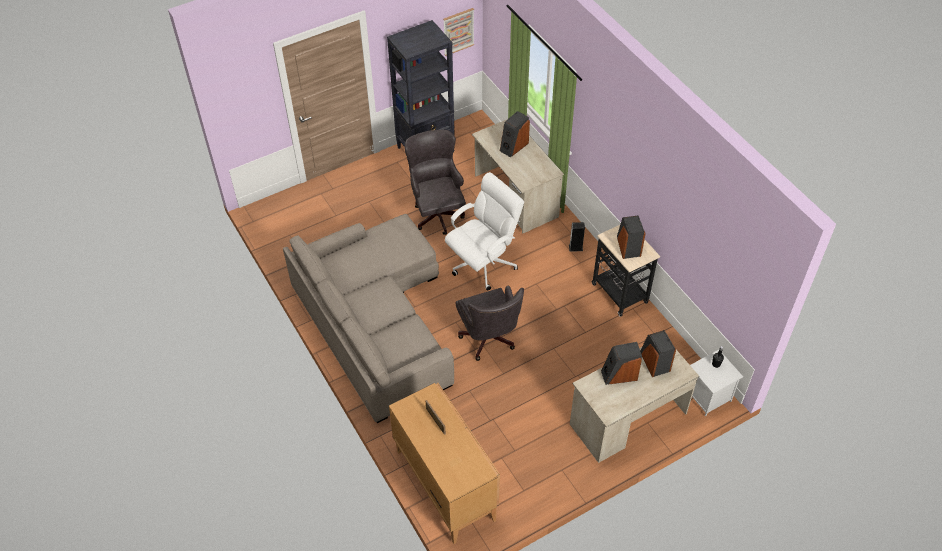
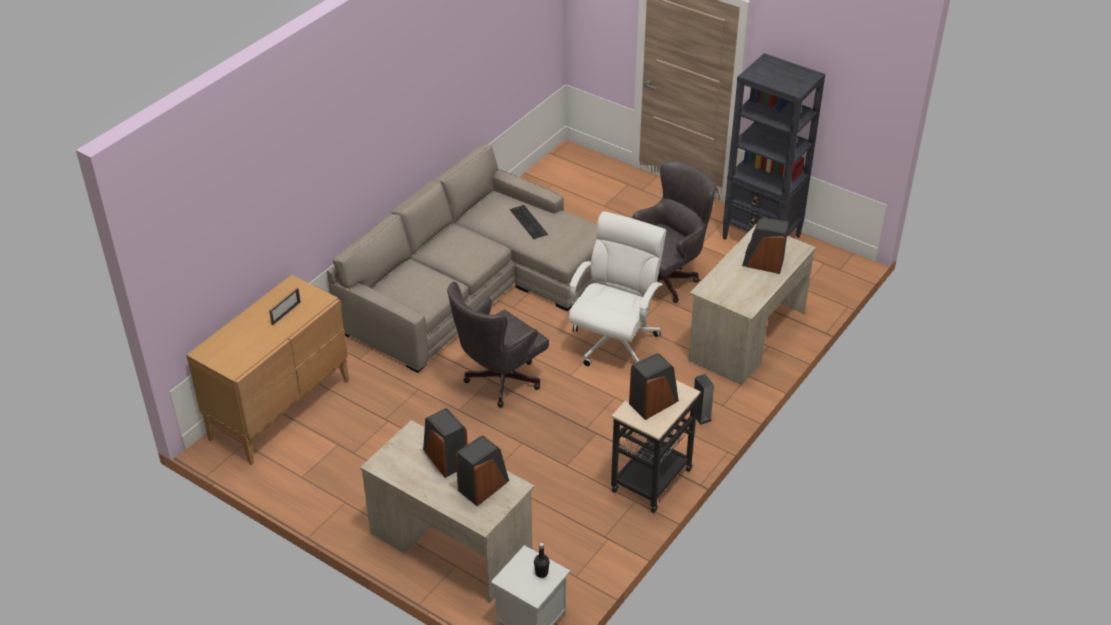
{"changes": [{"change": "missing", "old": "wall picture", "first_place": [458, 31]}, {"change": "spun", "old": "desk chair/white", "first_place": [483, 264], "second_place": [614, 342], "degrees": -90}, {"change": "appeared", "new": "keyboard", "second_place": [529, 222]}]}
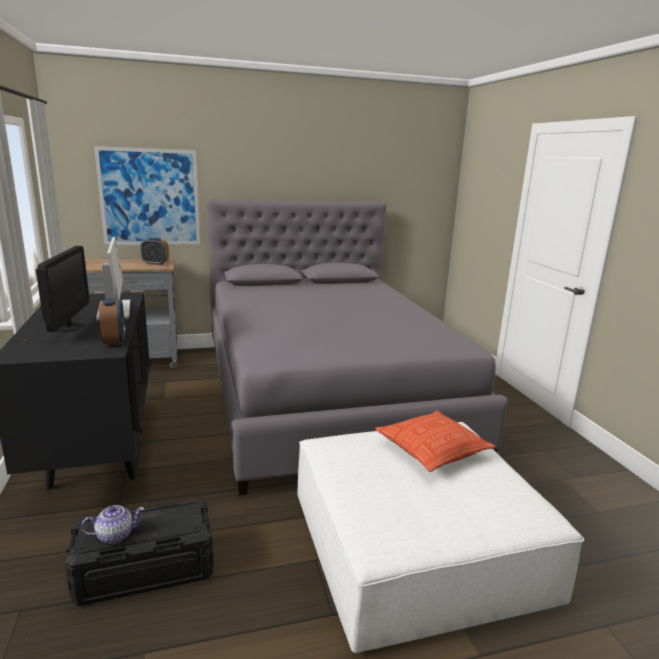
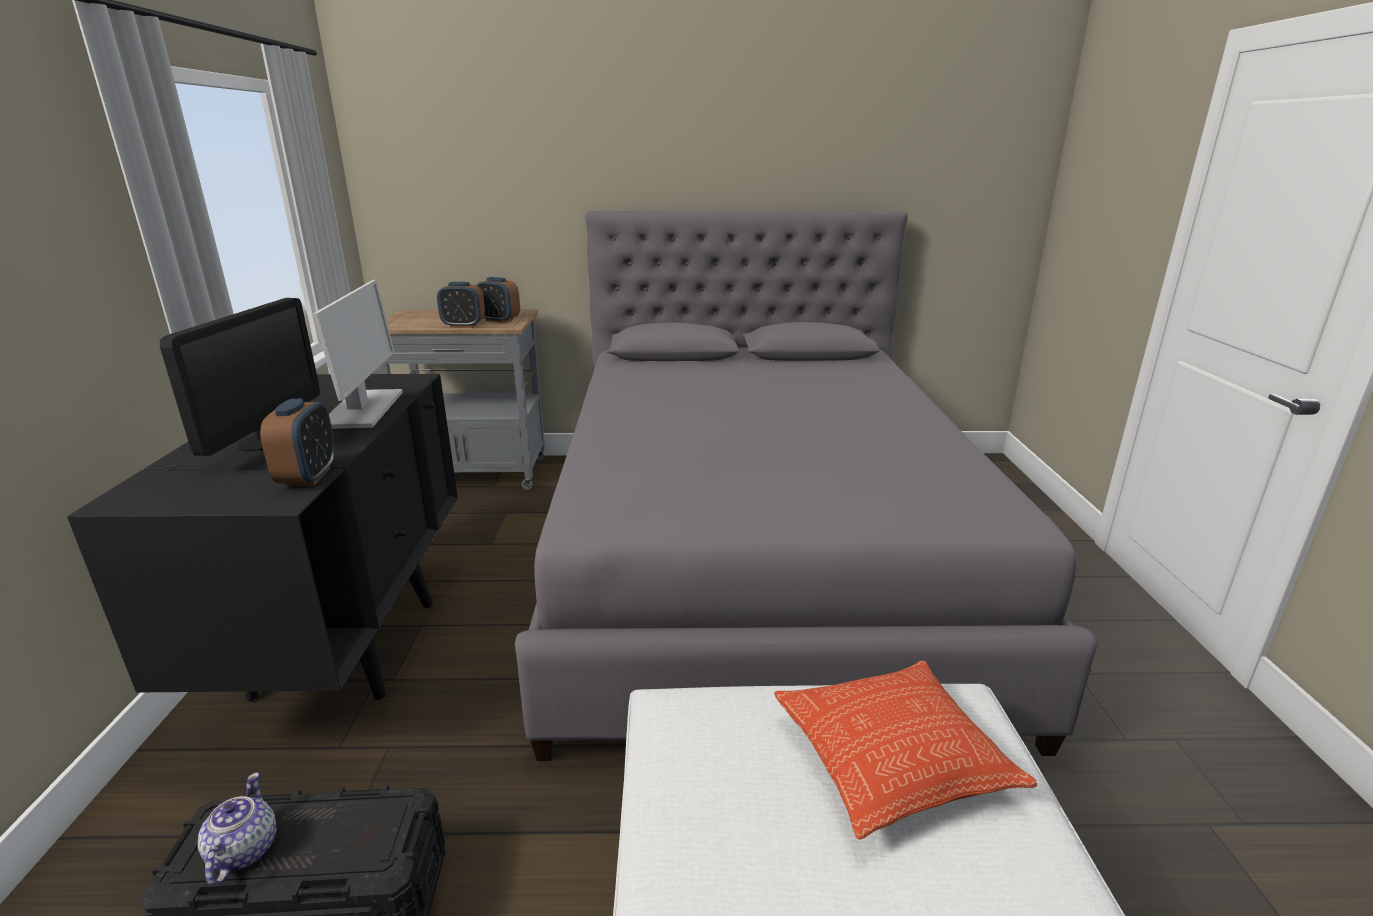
{"changes": [{"change": "spun", "old": "pot for tea", "first_place": [114, 535], "second_place": [242, 851], "degrees": -90}, {"change": "missing", "old": "wall picture", "first_place": [150, 197]}, {"change": "appeared", "new": "bedside clock", "second_place": [463, 325]}]}
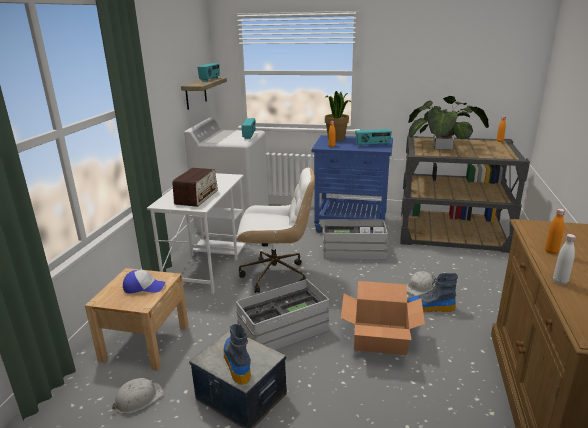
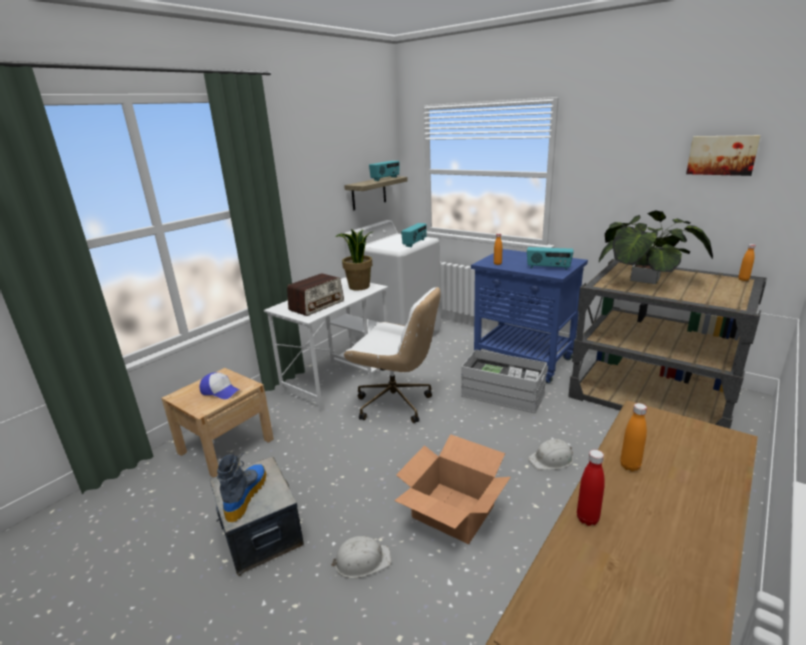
{"changes": [{"change": "relocated", "old": "work helmet/white", "first_place": [138, 399], "second_place": [362, 561]}, {"change": "missing", "old": "storage bin/greyish", "first_place": [283, 331]}, {"change": "relocated", "old": "plant in a pot", "first_place": [336, 139], "second_place": [359, 287]}, {"change": "missing", "old": "boot", "first_place": [430, 308]}, {"change": "colour", "old": "bottle/white", "new": "bottle/red", "first_place": [560, 282], "second_place": [587, 519]}, {"change": "appeared", "new": "wall picture", "second_place": [722, 155]}]}
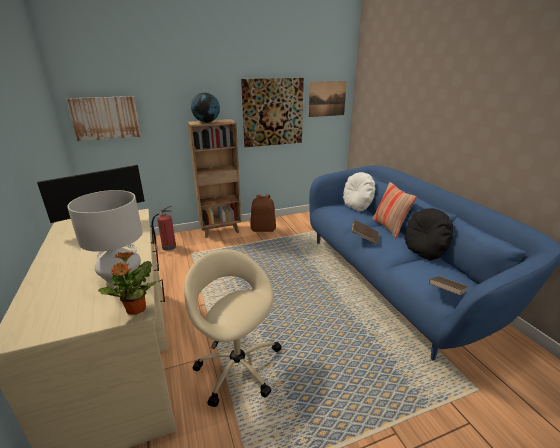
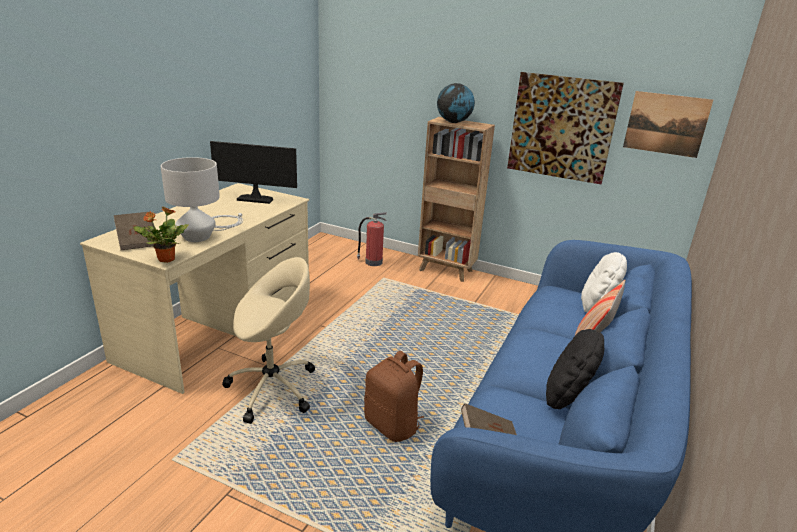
{"changes": [{"change": "missing", "old": "wall picture", "first_place": [106, 118]}, {"change": "spun", "old": "desk chair/beige-coloured", "first_place": [237, 367], "second_place": [274, 388], "degrees": 90}, {"change": "relocated", "old": "knapsack/brownish", "first_place": [263, 229], "second_place": [393, 425]}, {"change": "relocated", "old": "volume/brownish", "first_place": [364, 238], "second_place": [137, 241]}]}
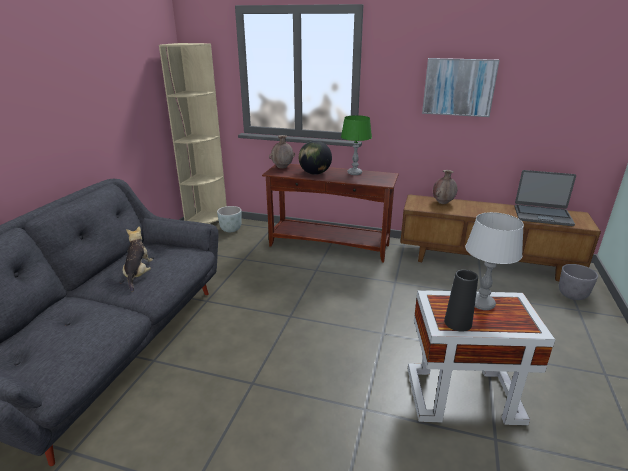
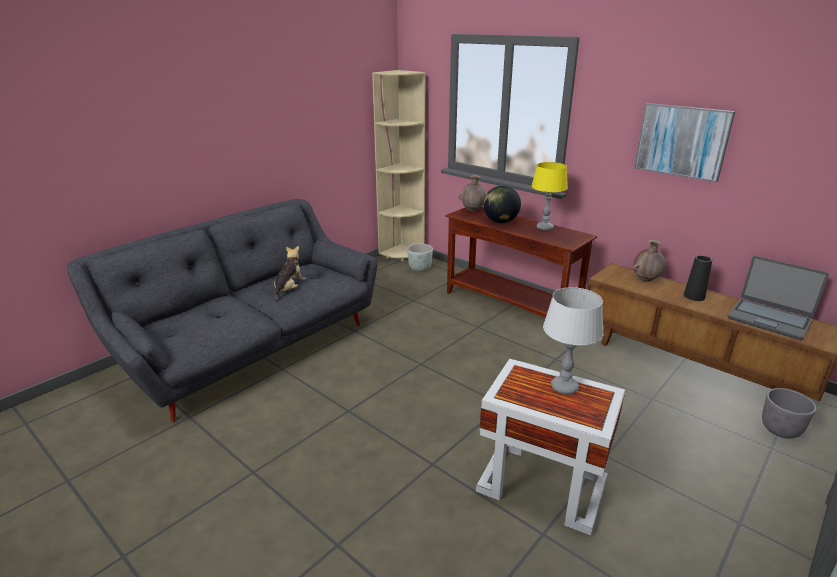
{"changes": [{"change": "colour", "old": "tabletop lamp/green", "new": "tabletop lamp/yellow", "first_place": [354, 173], "second_place": [544, 228]}, {"change": "relocated", "old": "vase/black", "first_place": [458, 323], "second_place": [694, 296]}]}
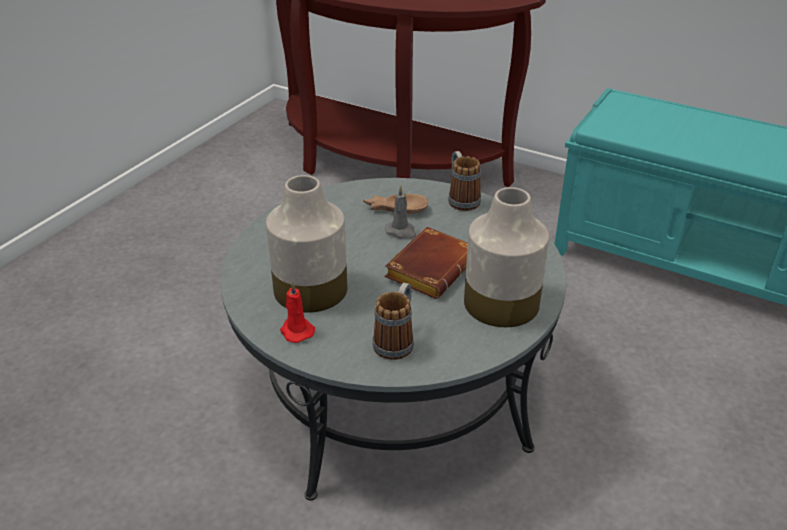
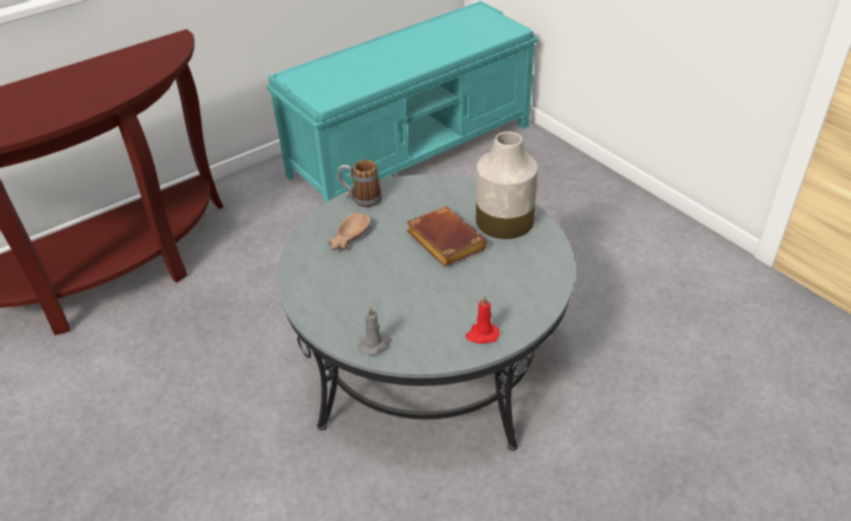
{"changes": [{"change": "missing", "old": "vase/beige-coloured", "first_place": [311, 288]}, {"change": "missing", "old": "mug", "first_place": [397, 341]}, {"change": "relocated", "old": "wax candle/greyish", "first_place": [401, 232], "second_place": [375, 344]}]}
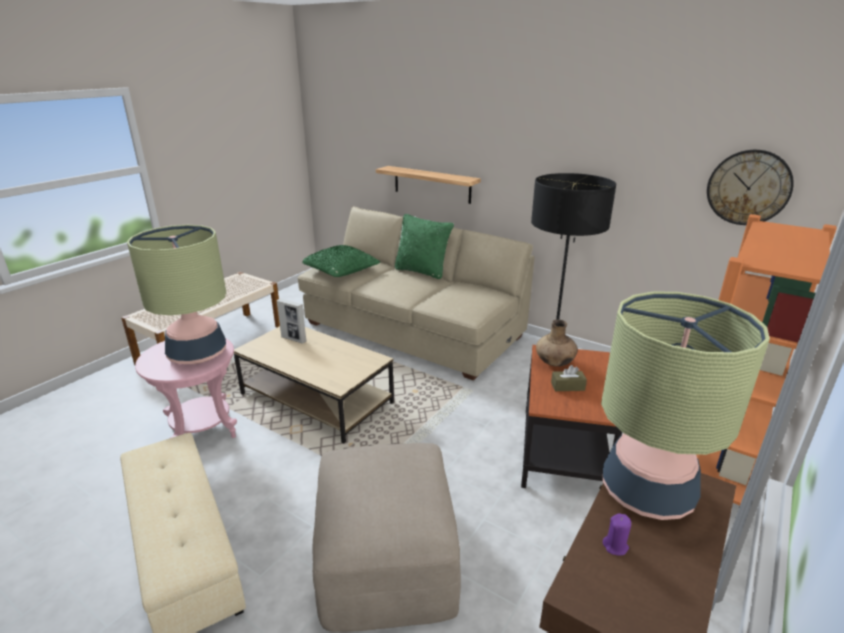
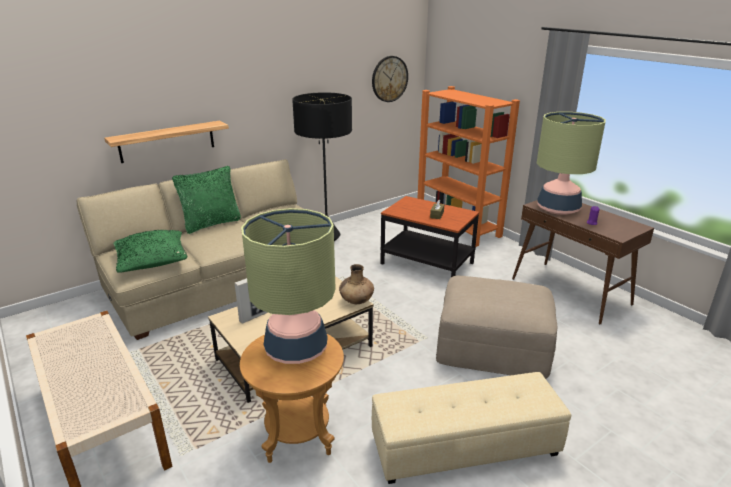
{"changes": [{"change": "colour", "old": "end table/pinkish", "new": "end table/brownish", "first_place": [202, 430], "second_place": [298, 434]}, {"change": "relocated", "old": "vase/brownish", "first_place": [554, 363], "second_place": [356, 301]}]}
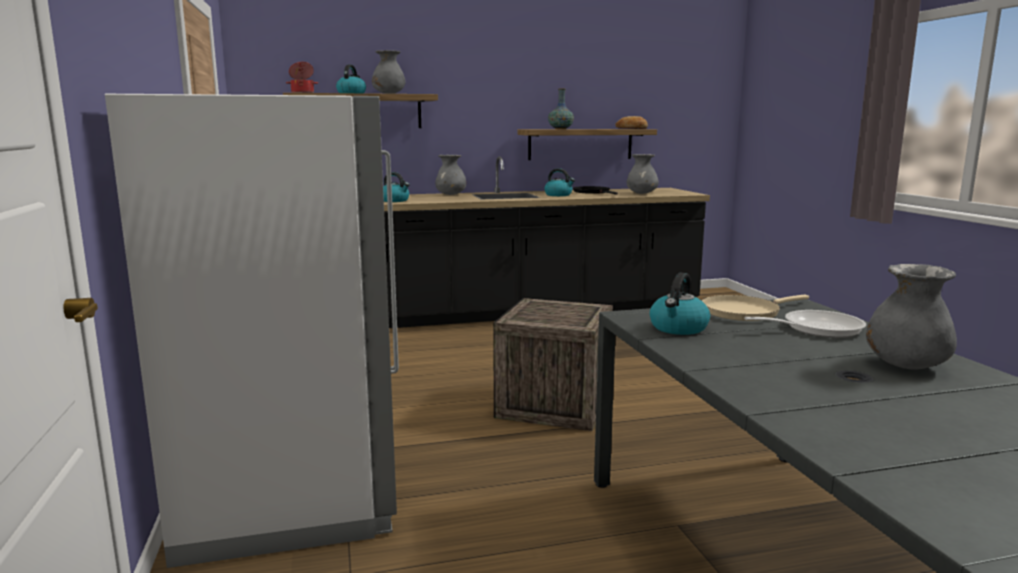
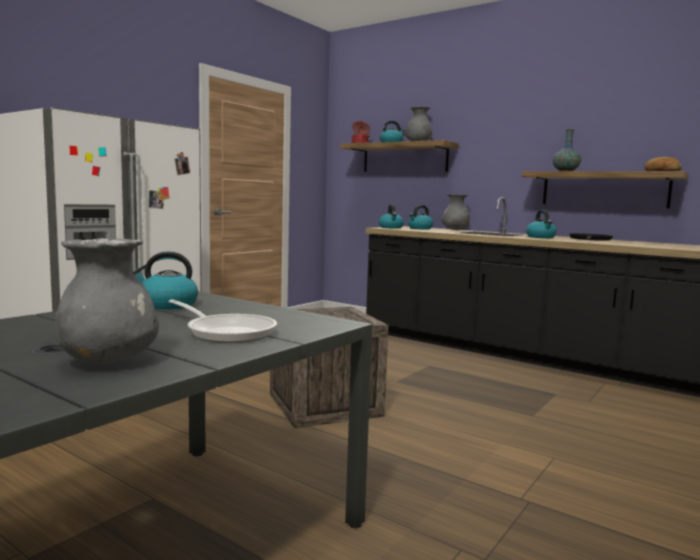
{"changes": [{"change": "missing", "old": "vase/greyish", "first_place": [642, 193]}, {"change": "missing", "old": "frying pan/beige-coloured", "first_place": [743, 312]}, {"change": "appeared", "new": "kettle", "second_place": [420, 228]}]}
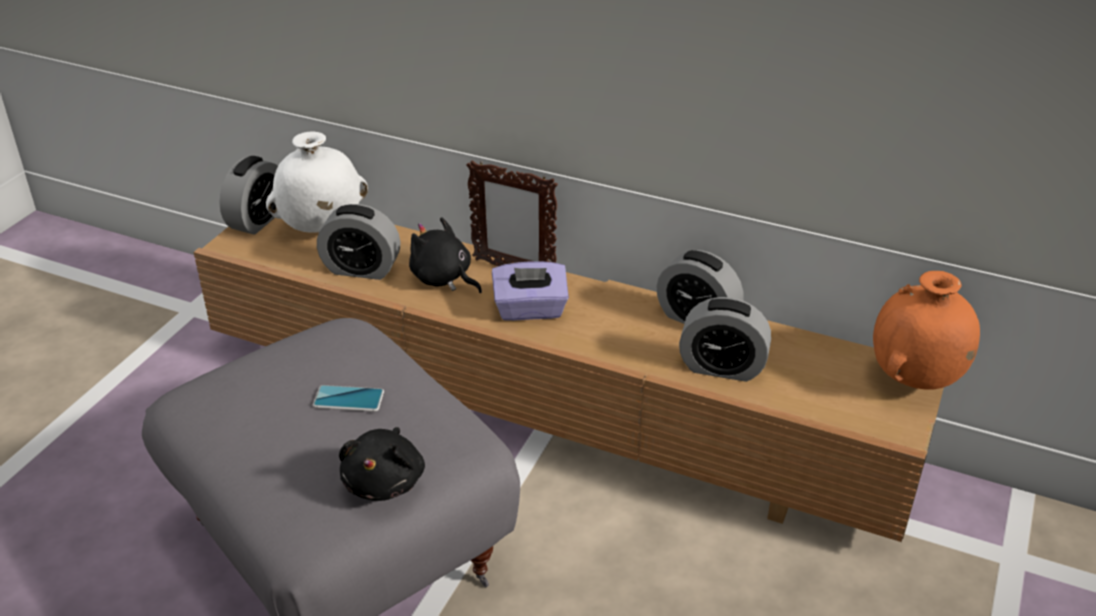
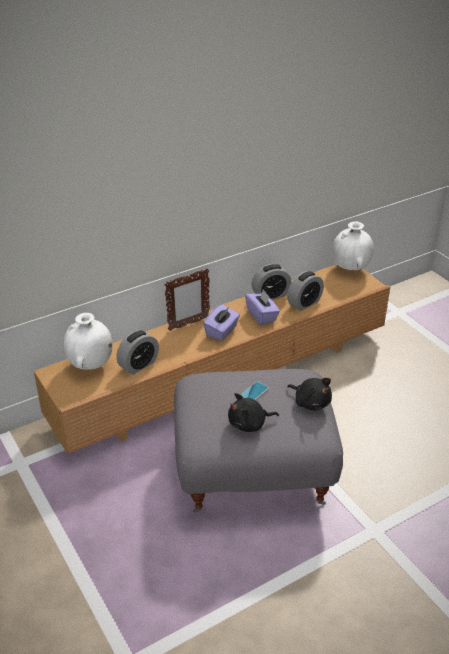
{"changes": [{"change": "missing", "old": "bedside clock", "first_place": [257, 220]}, {"change": "relocated", "old": "cuddly toy/black", "first_place": [443, 279], "second_place": [249, 424]}, {"change": "colour", "old": "vase/orange", "new": "vase/white", "first_place": [914, 380], "second_place": [350, 269]}, {"change": "appeared", "new": "tissue holder/purple-coloured", "second_place": [262, 316]}]}
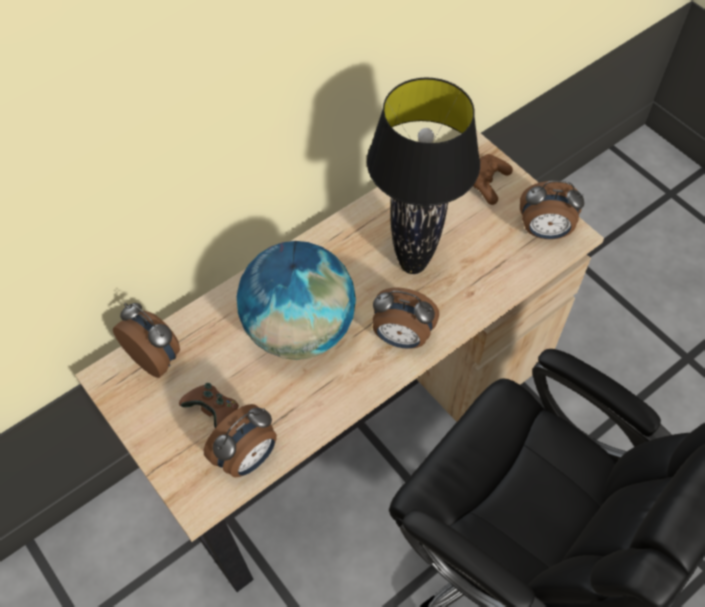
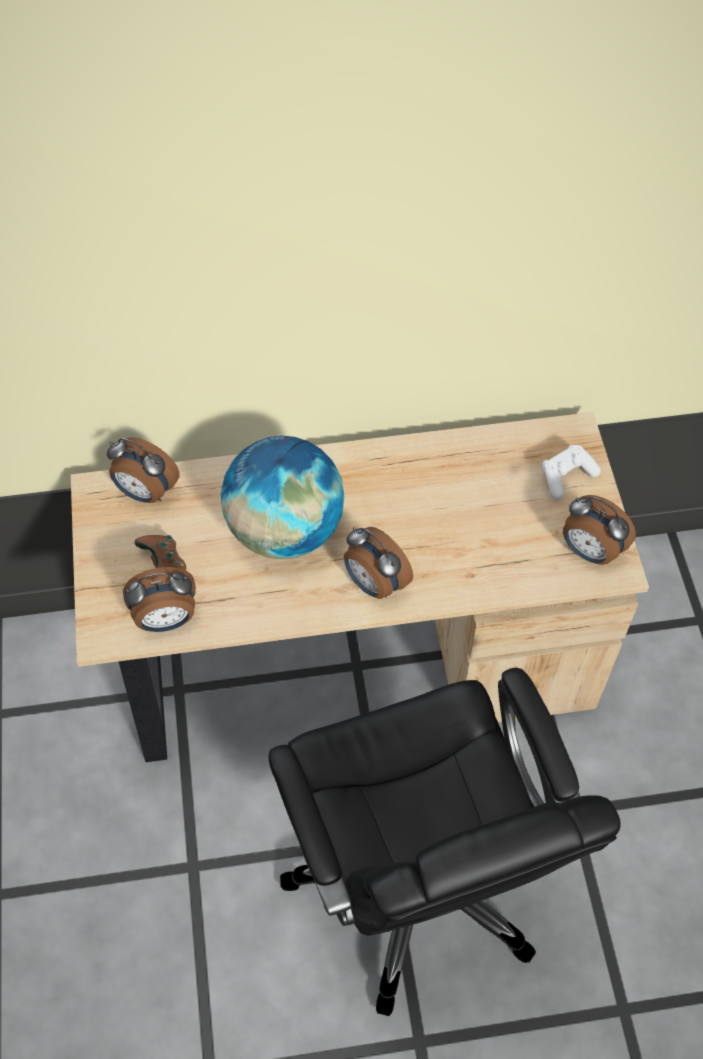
{"changes": [{"change": "spun", "old": "bedside clock", "first_place": [156, 357], "second_place": [146, 492], "degrees": 135}, {"change": "missing", "old": "tabletop lamp/black", "first_place": [413, 263]}, {"change": "colour", "old": "gamepad/brownish", "new": "gamepad/white", "first_place": [488, 184], "second_place": [566, 476]}]}
